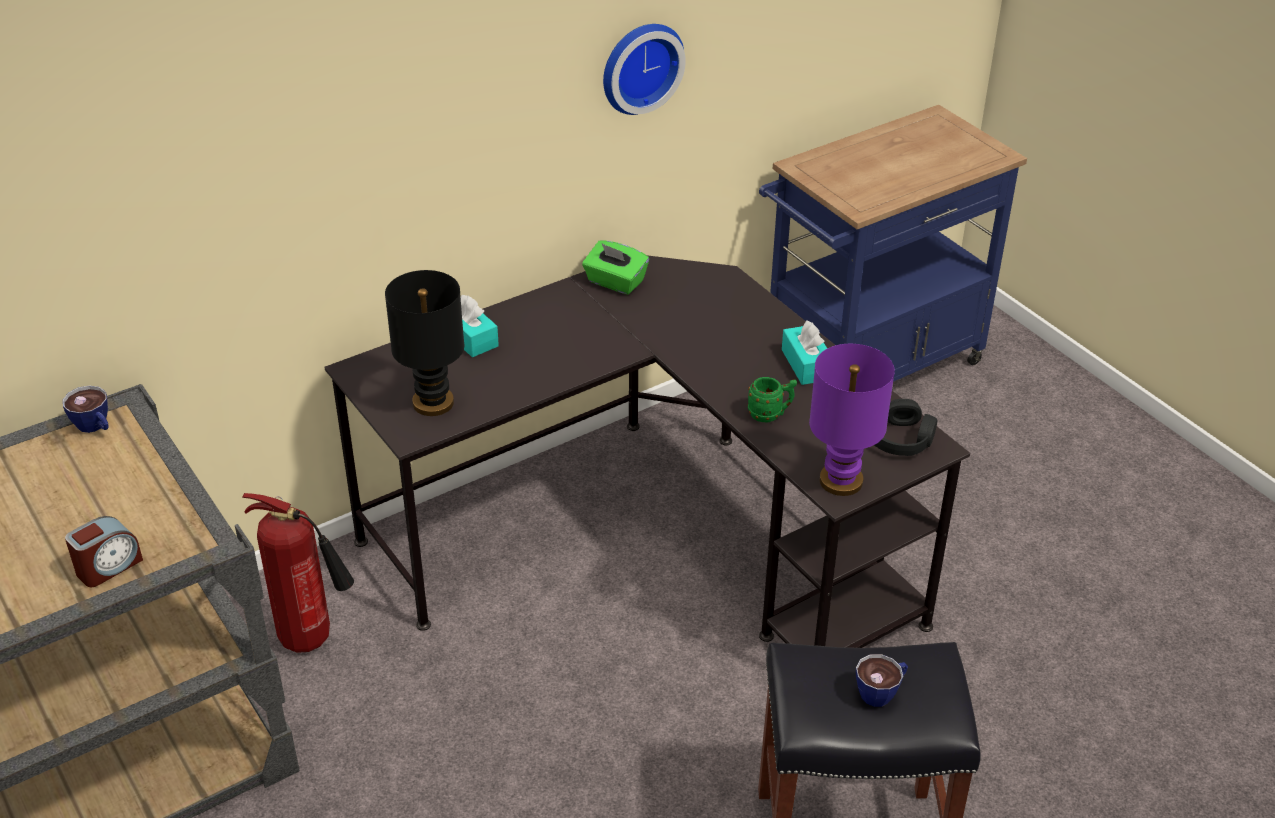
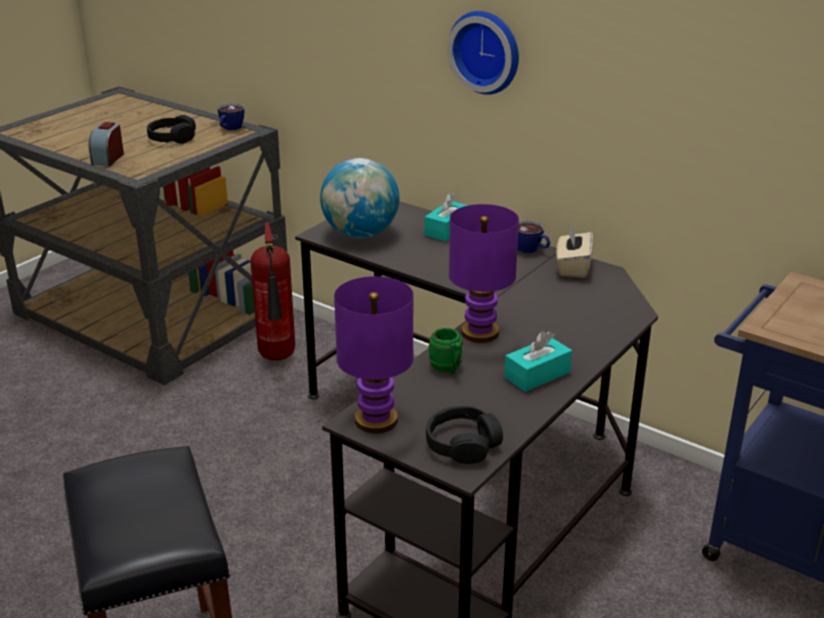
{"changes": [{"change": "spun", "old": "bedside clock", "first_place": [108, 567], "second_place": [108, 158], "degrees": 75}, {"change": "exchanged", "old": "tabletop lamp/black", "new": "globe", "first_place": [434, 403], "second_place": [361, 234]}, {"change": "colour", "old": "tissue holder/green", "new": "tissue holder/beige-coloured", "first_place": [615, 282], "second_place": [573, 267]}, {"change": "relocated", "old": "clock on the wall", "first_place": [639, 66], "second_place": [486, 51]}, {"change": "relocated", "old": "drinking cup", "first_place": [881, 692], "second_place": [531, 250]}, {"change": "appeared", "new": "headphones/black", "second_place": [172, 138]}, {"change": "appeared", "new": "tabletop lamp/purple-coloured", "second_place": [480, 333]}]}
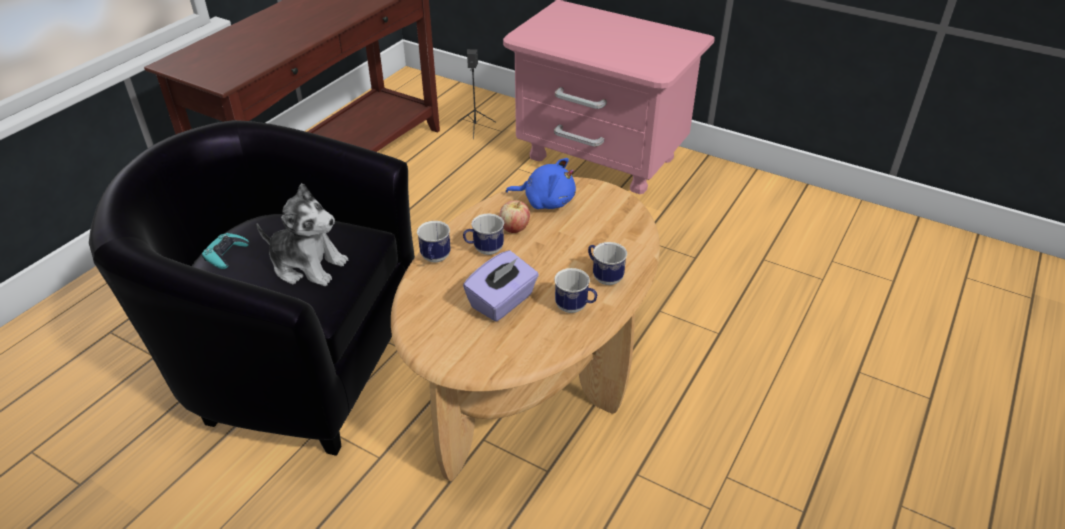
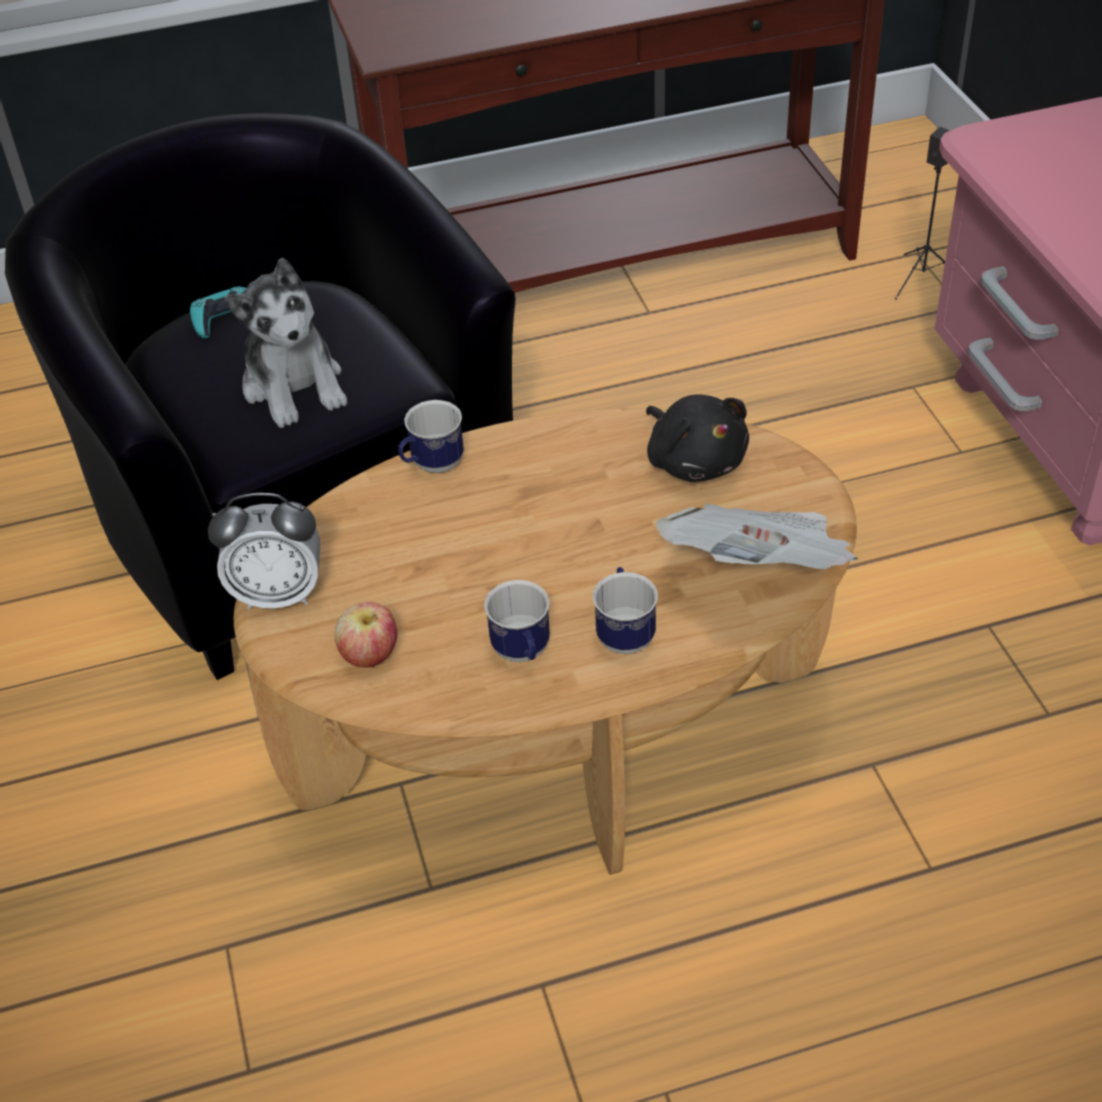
{"changes": [{"change": "missing", "old": "mug", "first_place": [484, 250]}, {"change": "missing", "old": "tissue holder/purple-coloured", "first_place": [502, 302]}, {"change": "relocated", "old": "apple fruit", "first_place": [514, 228], "second_place": [370, 656]}, {"change": "colour", "old": "cuddly toy/blue", "new": "cuddly toy/black", "first_place": [546, 201], "second_place": [694, 460]}, {"change": "appeared", "new": "bedside clock", "second_place": [278, 594]}, {"change": "appeared", "new": "printed paper", "second_place": [760, 572]}]}
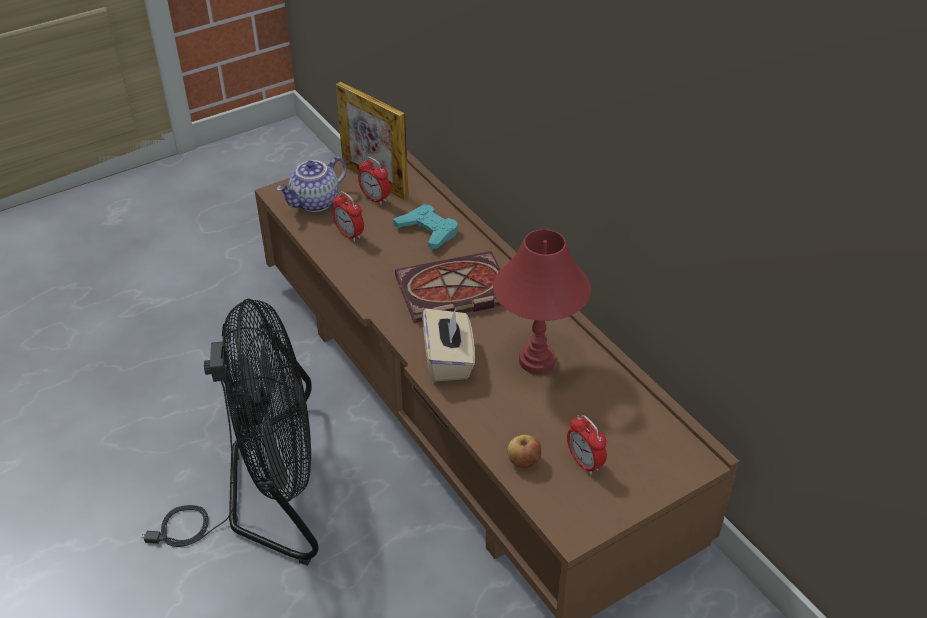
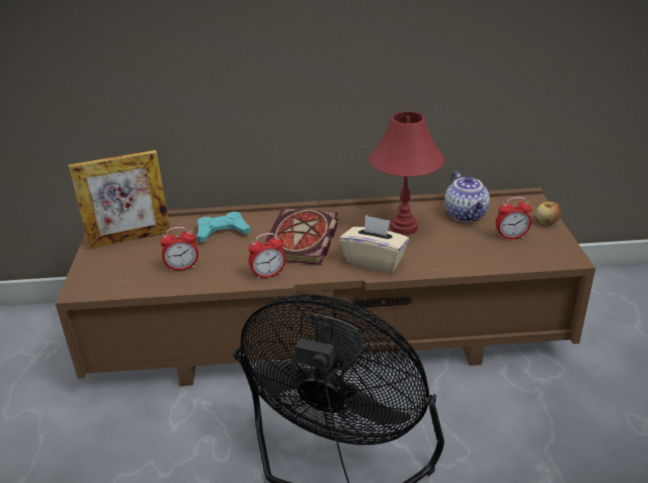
{"changes": [{"change": "relocated", "old": "pot for tea", "first_place": [315, 203], "second_place": [466, 215]}, {"change": "relocated", "old": "bedside clock", "first_place": [375, 198], "second_place": [268, 275]}, {"change": "relocated", "old": "apple fruit", "first_place": [523, 461], "second_place": [547, 222]}]}
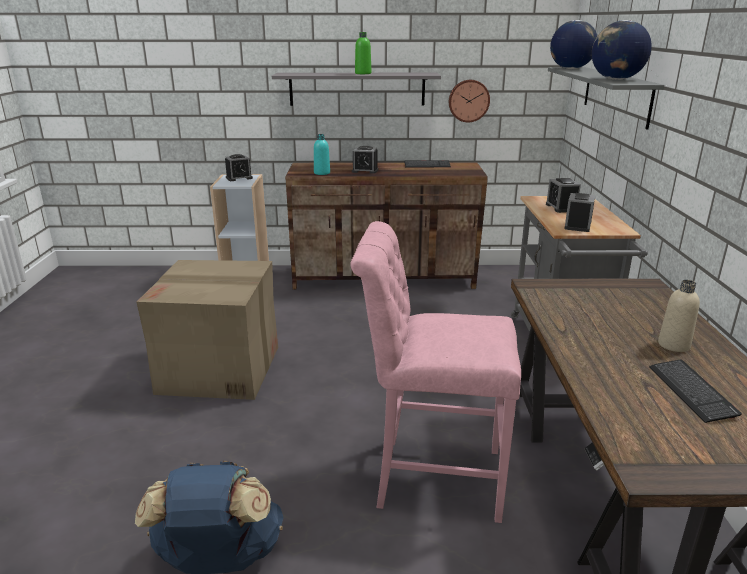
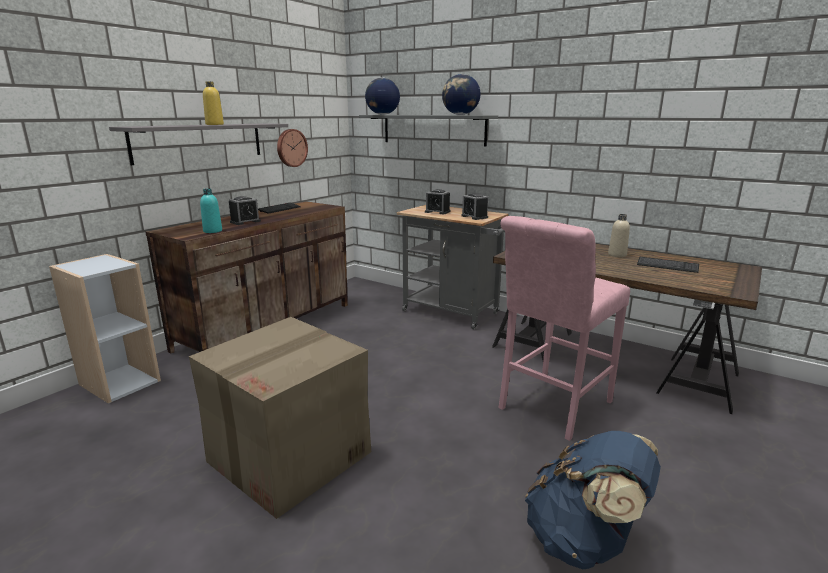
{"changes": [{"change": "missing", "old": "bedside clock", "first_place": [239, 178]}, {"change": "colour", "old": "bottle/green", "new": "bottle/yellow", "first_place": [363, 73], "second_place": [214, 124]}]}
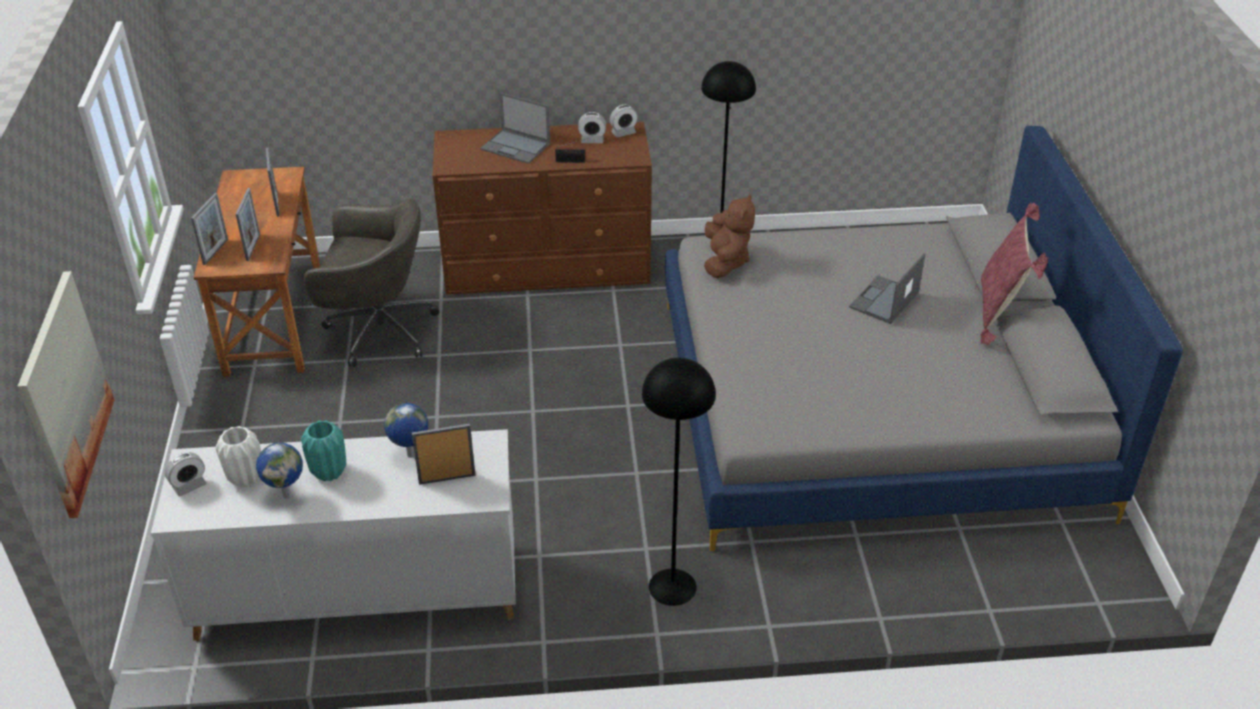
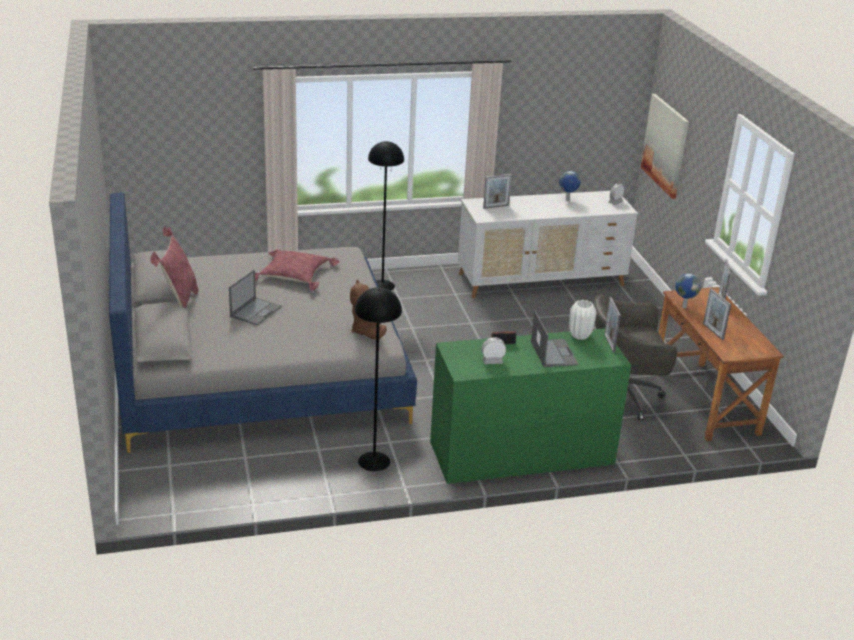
{"changes": [{"change": "relocated", "old": "vase/white", "first_place": [245, 478], "second_place": [580, 335]}, {"change": "relocated", "old": "picture frame", "first_place": [253, 247], "second_place": [609, 343]}, {"change": "missing", "old": "vase/turquoise", "first_place": [329, 472]}, {"change": "relocated", "old": "globe", "first_place": [411, 456], "second_place": [683, 307]}, {"change": "colour", "old": "dresser/brownish", "new": "dresser/green", "first_place": [548, 265], "second_place": [520, 452]}, {"change": "spun", "old": "laptop", "first_place": [516, 146], "second_place": [553, 353], "degrees": 60}, {"change": "missing", "old": "bedside clock", "first_place": [623, 133]}, {"change": "appeared", "new": "pillow/red", "second_place": [294, 273]}]}
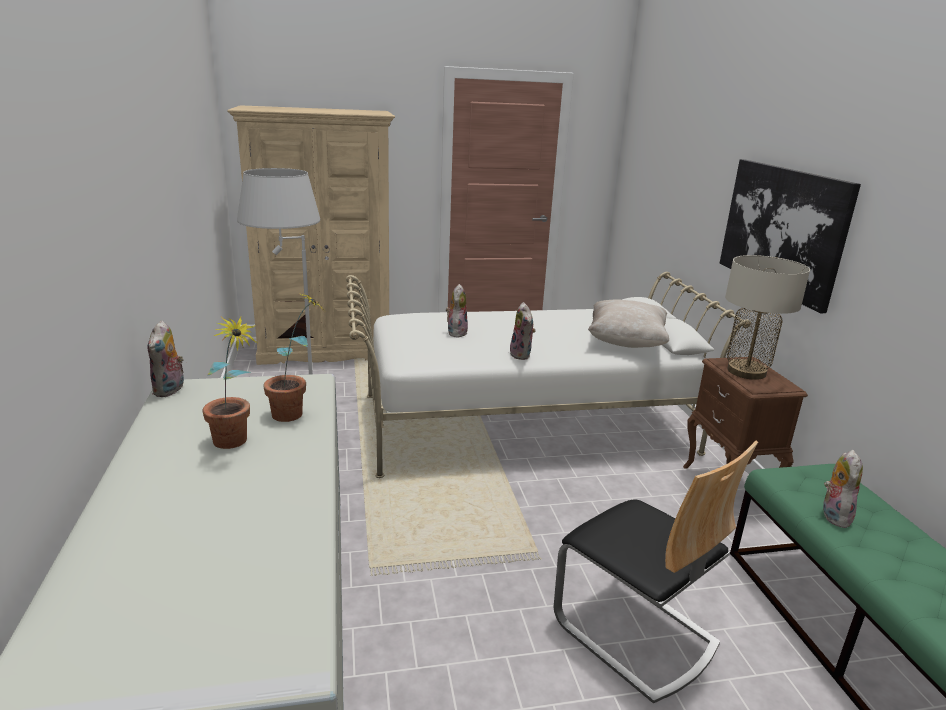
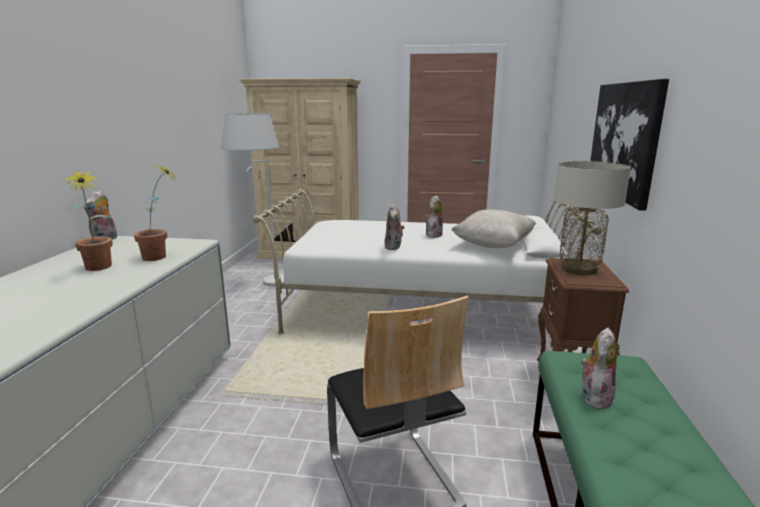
{"changes": [{"change": "relocated", "old": "cuddly toy", "first_place": [456, 332], "second_place": [433, 235]}]}
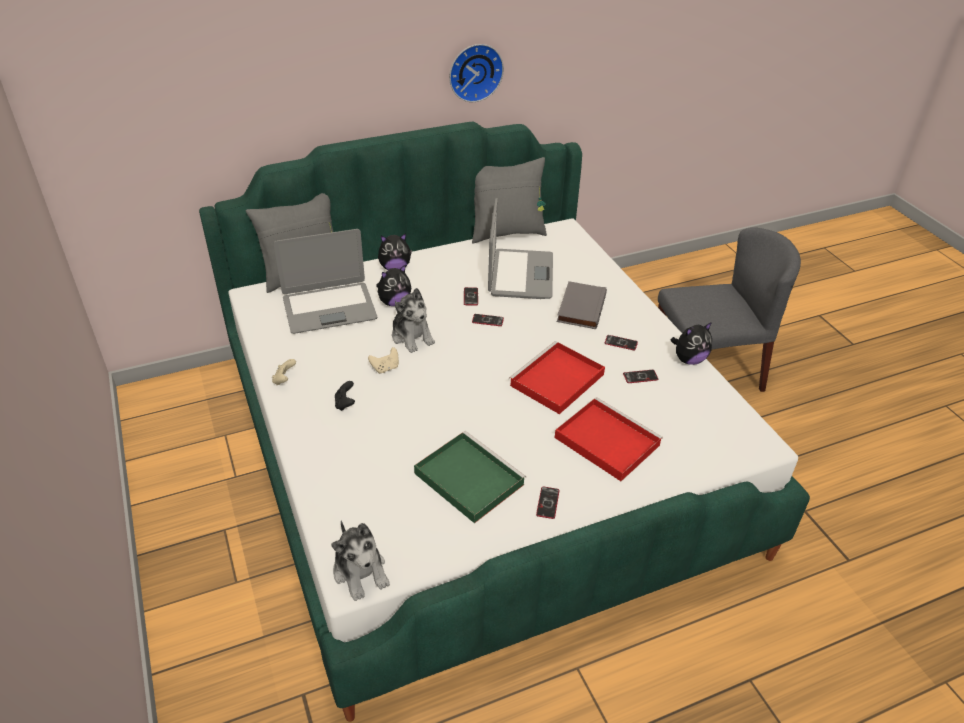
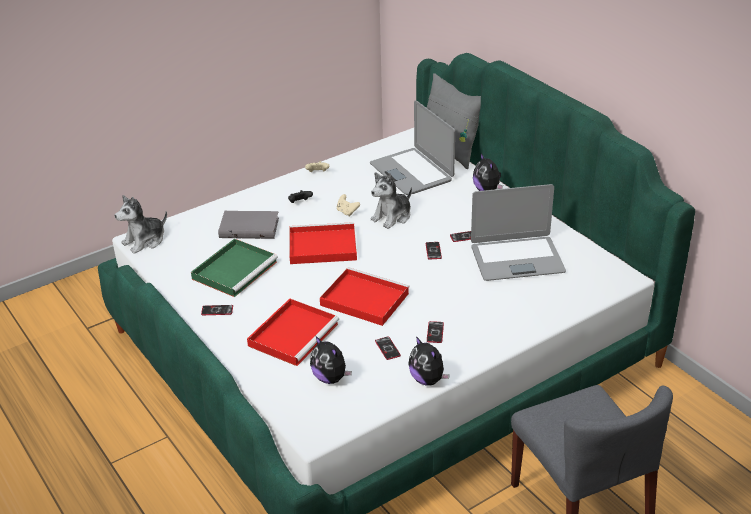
{"changes": [{"change": "relocated", "old": "cuddly toy", "first_place": [394, 302], "second_place": [330, 378]}, {"change": "missing", "old": "clock on the wall", "first_place": [474, 71]}, {"change": "missing", "old": "pillow/greyish", "first_place": [506, 233]}, {"change": "relocated", "old": "volume/greyish", "first_place": [580, 308], "second_place": [250, 227]}, {"change": "appeared", "new": "tray/red", "second_place": [321, 247]}]}
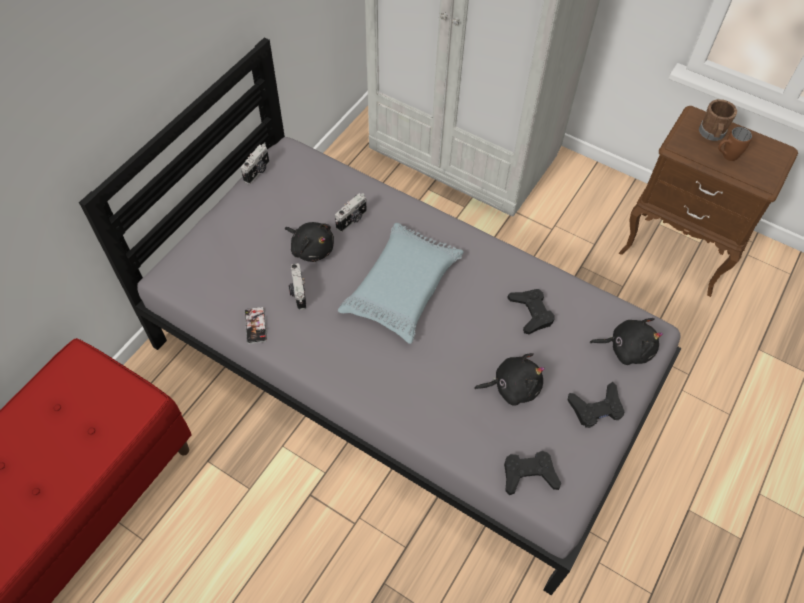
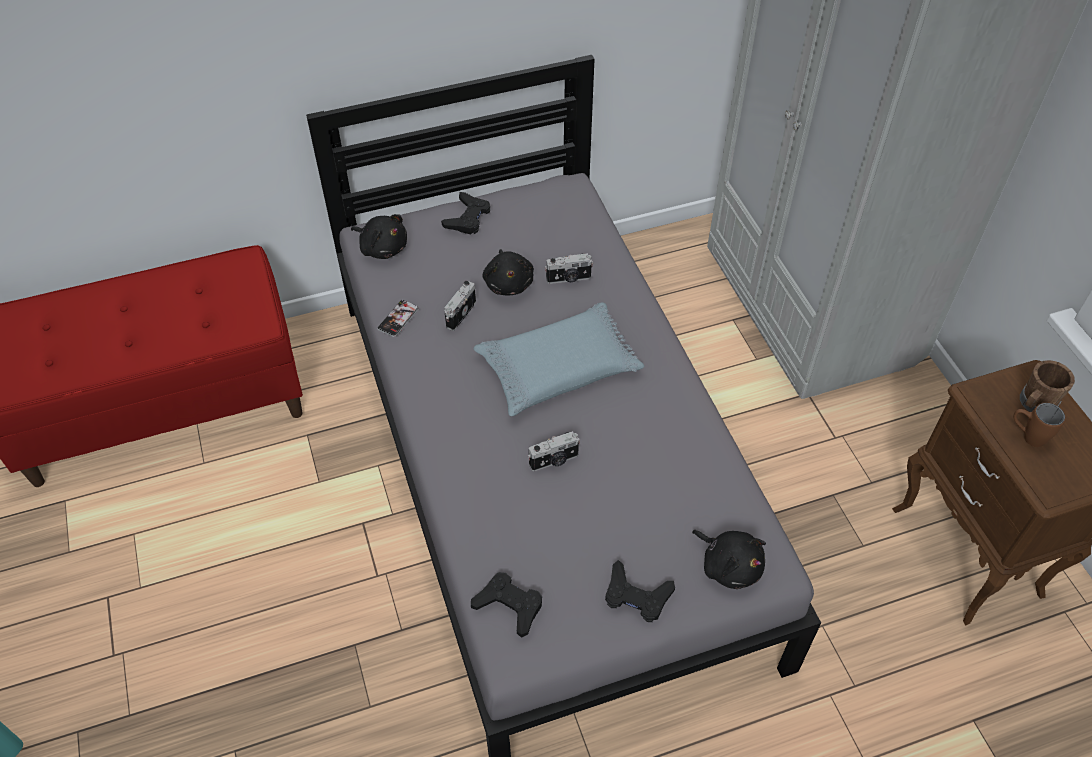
{"changes": [{"change": "relocated", "old": "photo camera", "first_place": [258, 171], "second_place": [554, 461]}, {"change": "relocated", "old": "cuddly toy/black", "first_place": [512, 387], "second_place": [382, 247]}, {"change": "relocated", "old": "gamepad/black", "first_place": [531, 313], "second_place": [468, 218]}]}
